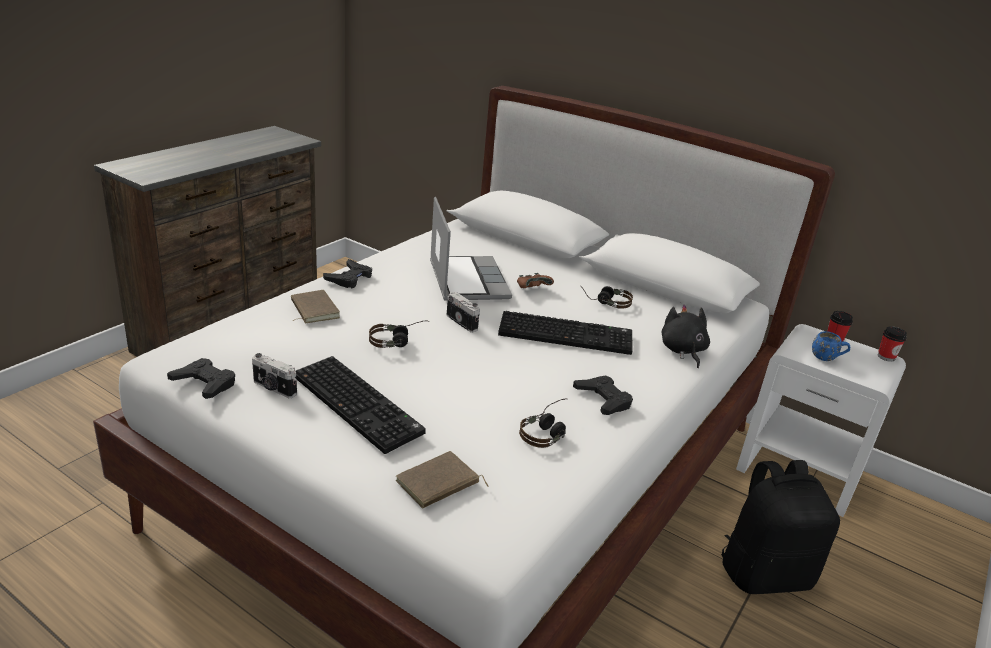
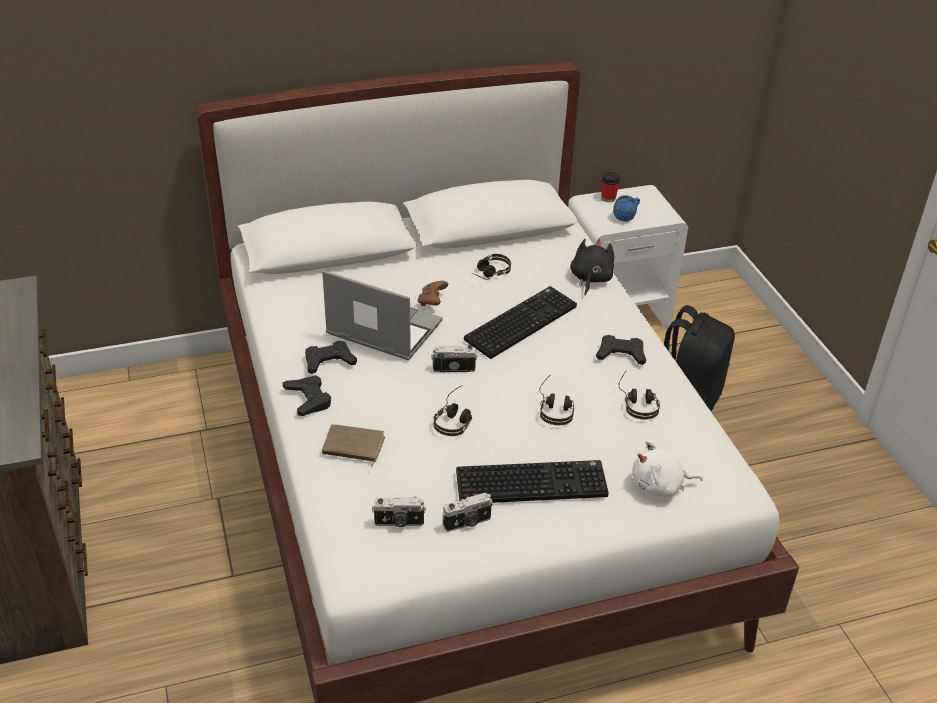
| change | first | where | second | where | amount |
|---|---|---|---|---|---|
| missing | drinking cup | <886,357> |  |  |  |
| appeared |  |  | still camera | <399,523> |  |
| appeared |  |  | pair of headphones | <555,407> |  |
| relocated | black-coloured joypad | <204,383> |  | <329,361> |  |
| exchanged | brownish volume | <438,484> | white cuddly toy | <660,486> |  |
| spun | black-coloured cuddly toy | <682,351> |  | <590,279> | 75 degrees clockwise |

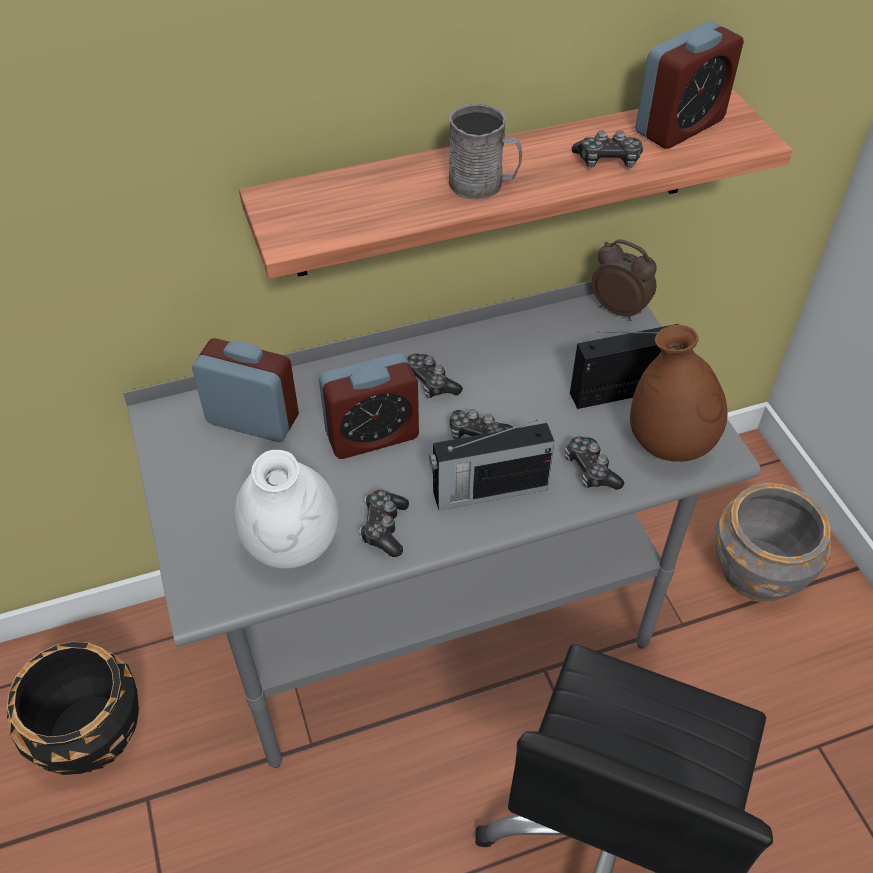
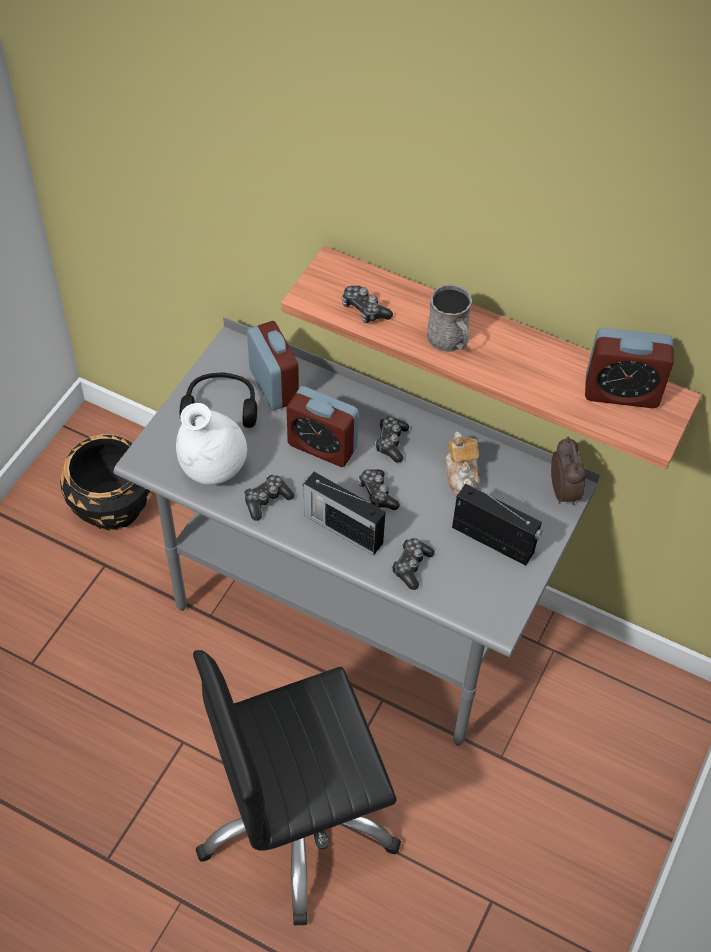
| change | first | where | second | where | amount |
|---|---|---|---|---|---|
| missing | brownish vase | <669,445> |  |  |  |
| missing | greyish planter | <758,571> |  |  |  |
| appeared |  |  | black-coloured pair of headphones | <221,406> |  |
| appeared |  |  | tea pot | <462,475> |  |
| relocated | joypad | <607,161> |  | <364,310> |  |

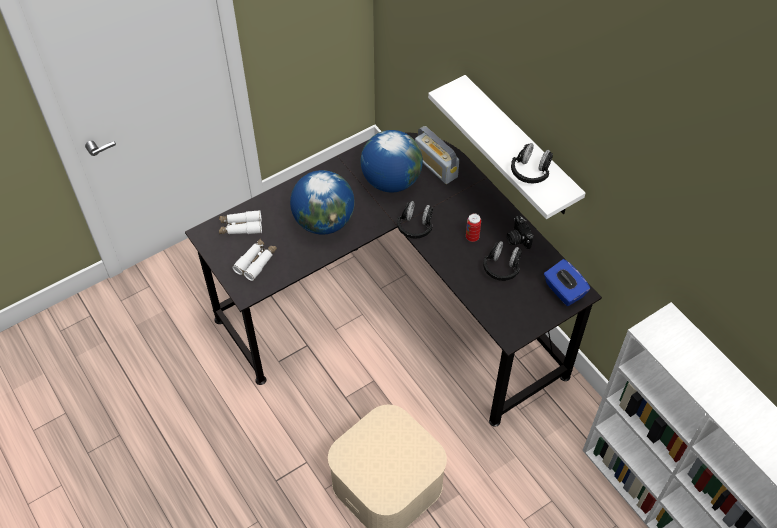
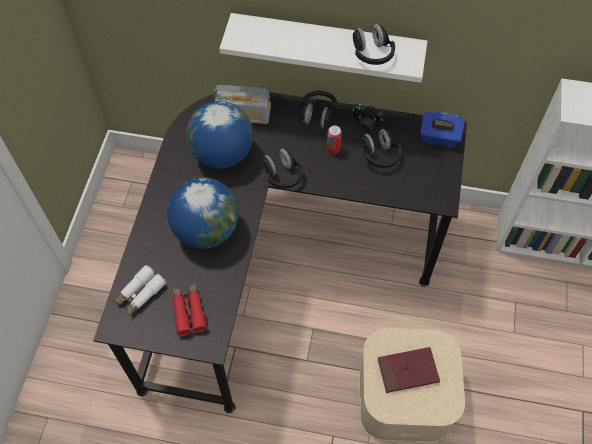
| change | first | where | second | where | amount |
|---|---|---|---|---|---|
| appeared |  |  | black-coloured pair of headphones | <318,114> |  |
| appeared |  |  | reddish volume | <407,371> |  |
| colour | white pair of binoculars | <256,262> | reddish pair of binoculars | <189,311> |  |

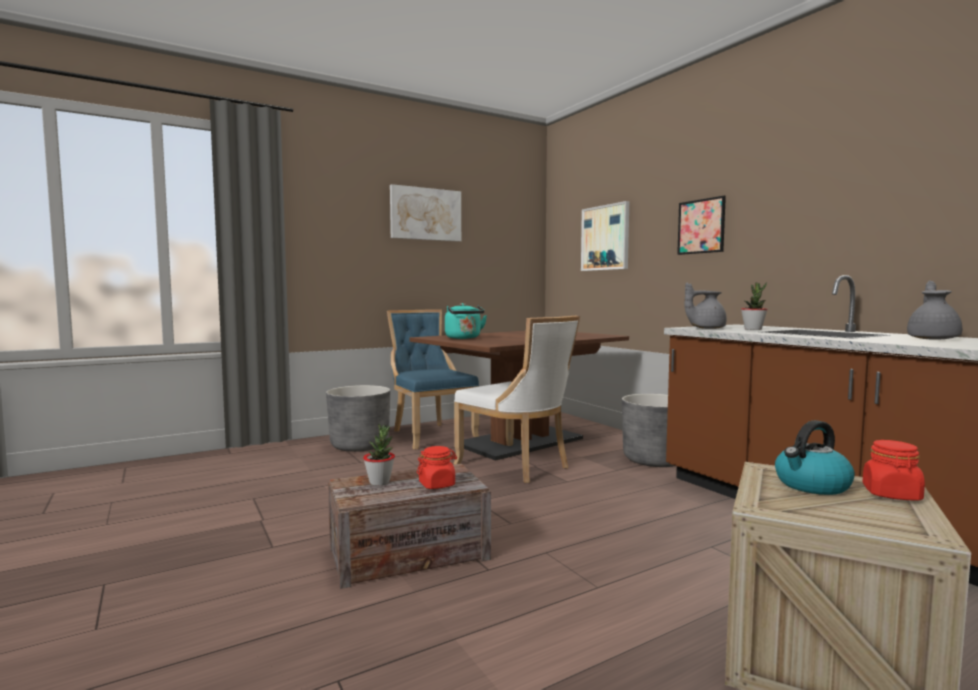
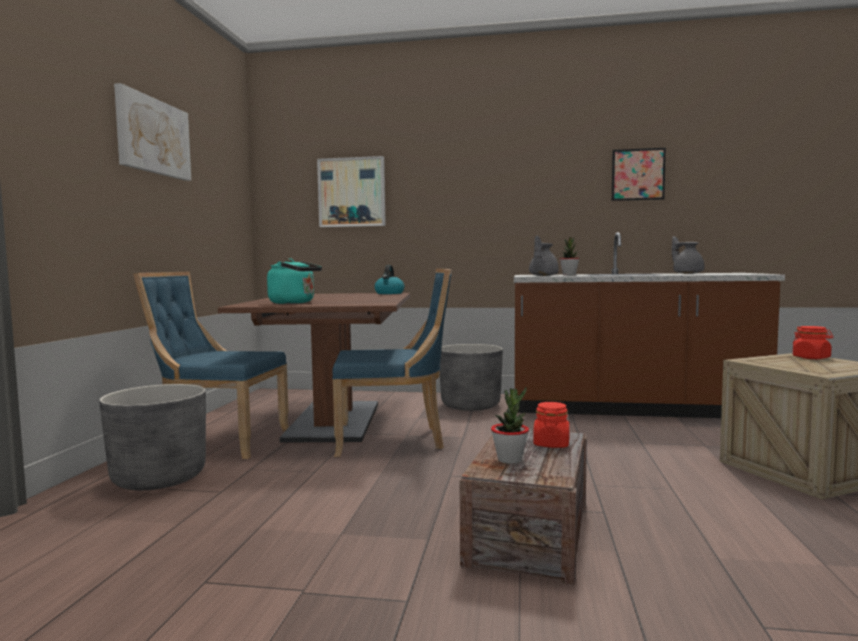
| change | first | where | second | where | amount |
|---|---|---|---|---|---|
| relocated | wall art | <701,226> |  | <638,174> |  |
| relocated | kettle | <812,485> |  | <389,293> |  |
| colour | white plain chair | <517,466> | blue-coloured plain chair | <394,440> |  |

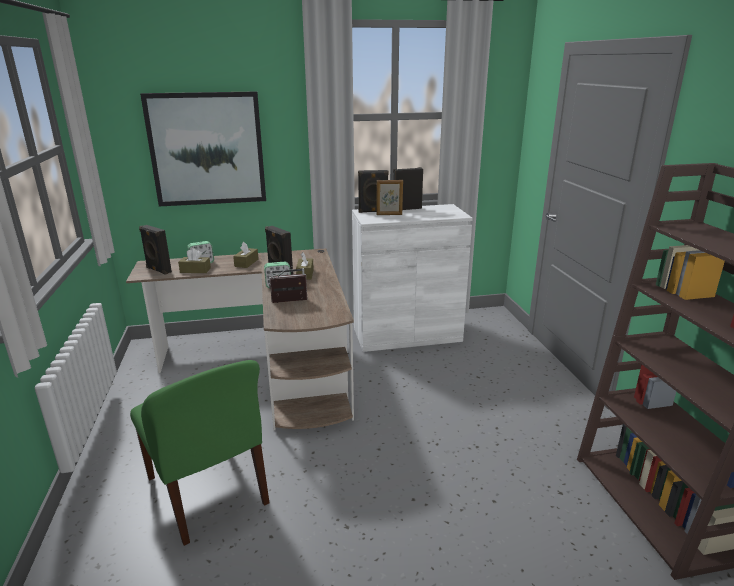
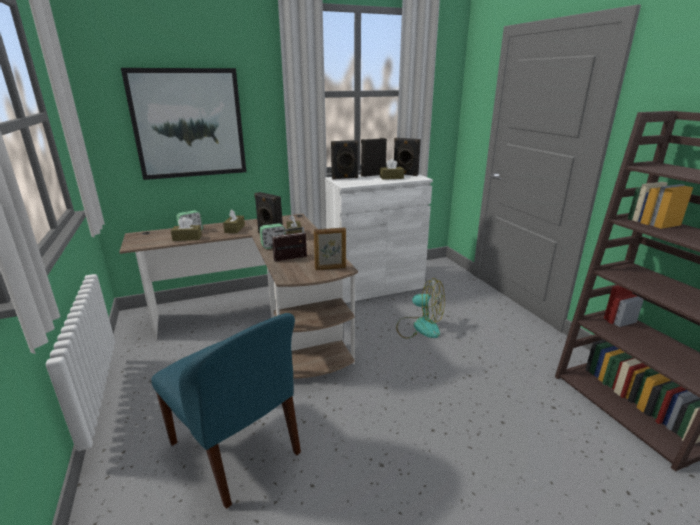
| change | first | where | second | where | amount |
|---|---|---|---|---|---|
| appeared |  |  | brownish tissue box | <391,178> |  |
| appeared |  |  | electric fan | <419,327> |  |
| relocated | black-coloured audio speaker | <158,270> |  | <405,174> |  |
| relocated | picture frame | <389,214> |  | <330,268> |  |
| colour | green plain chair | <208,492> | blue-coloured plain chair | <236,450> |  |

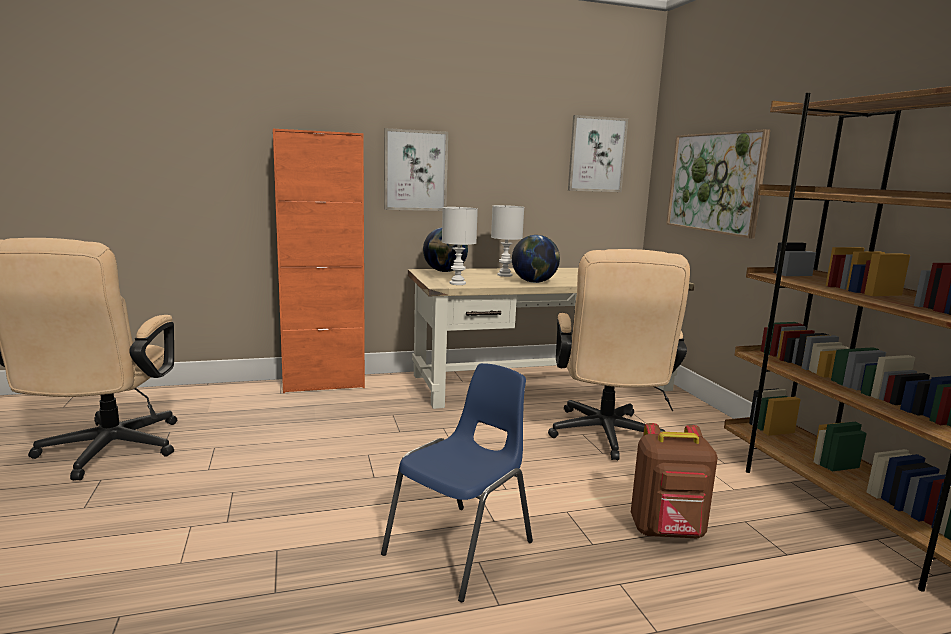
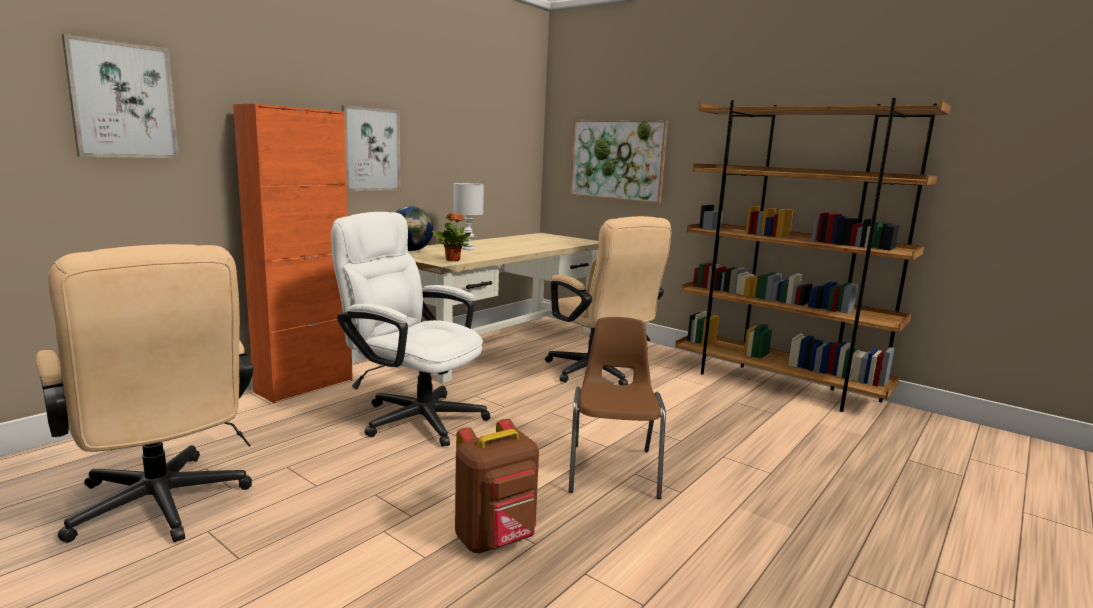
| change | first | where | second | where | amount |
|---|---|---|---|---|---|
| missing | globe | <534,282> |  |  |  |
| appeared |  |  | white computer chair | <413,416> |  |
| relocated | wall art | <596,154> |  | <123,101> |  |
| relocated | brownish rucksack | <667,532> |  | <496,540> |  |
| exchanged | white tabletop lamp | <458,283> | houseplant | <452,260> |  |
| colour | blue-coloured plain chair | <462,548> | brownish plain chair | <613,469> |  |

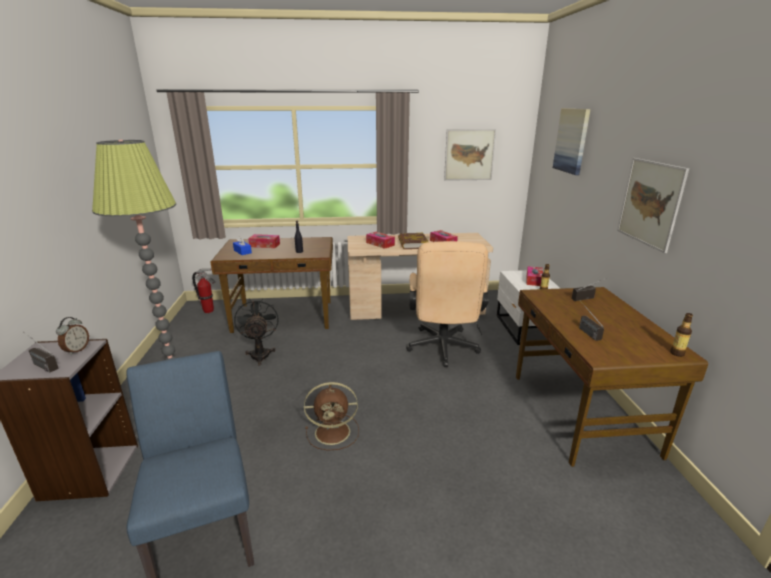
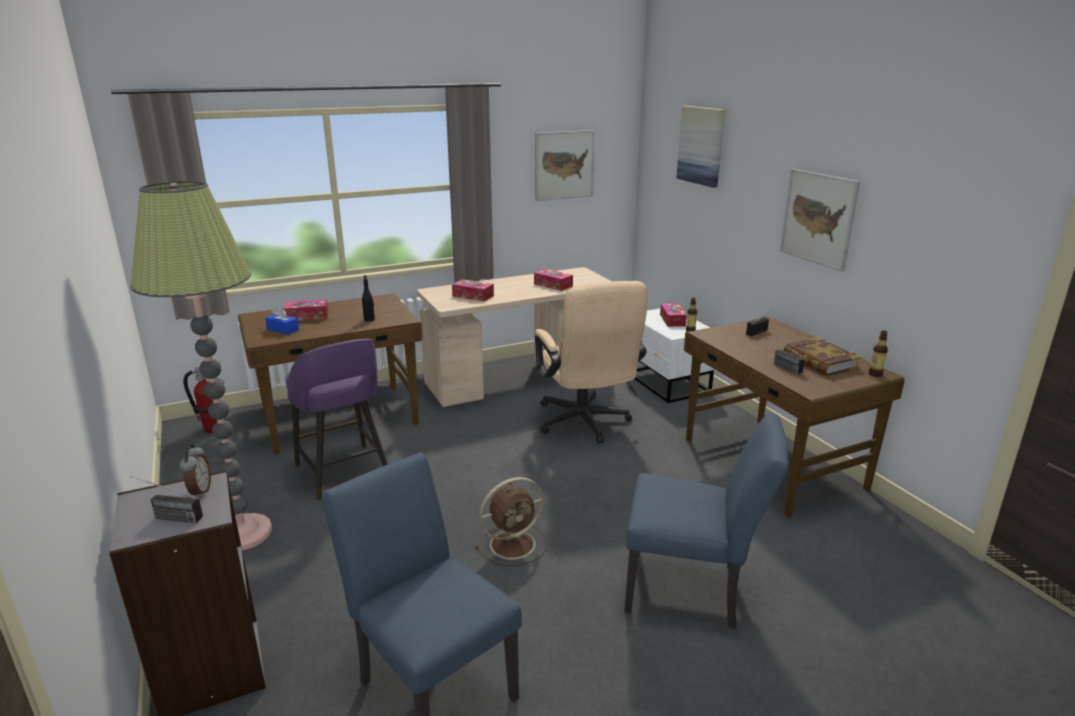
| change | first | where | second | where | amount |
|---|---|---|---|---|---|
| appeared |  |  | blue-coloured plain chair | <692,591> |  |
| relocated | volume | <412,244> |  | <819,362> |  |
| exchanged | black-coloured electric fan | <260,353> | purple-coloured stool | <343,473> |  |

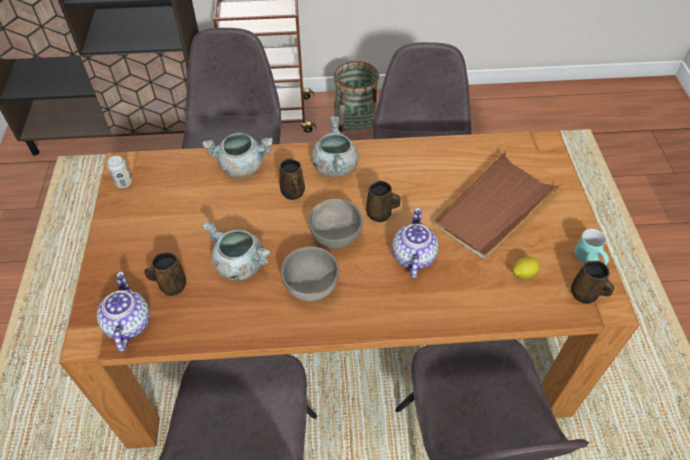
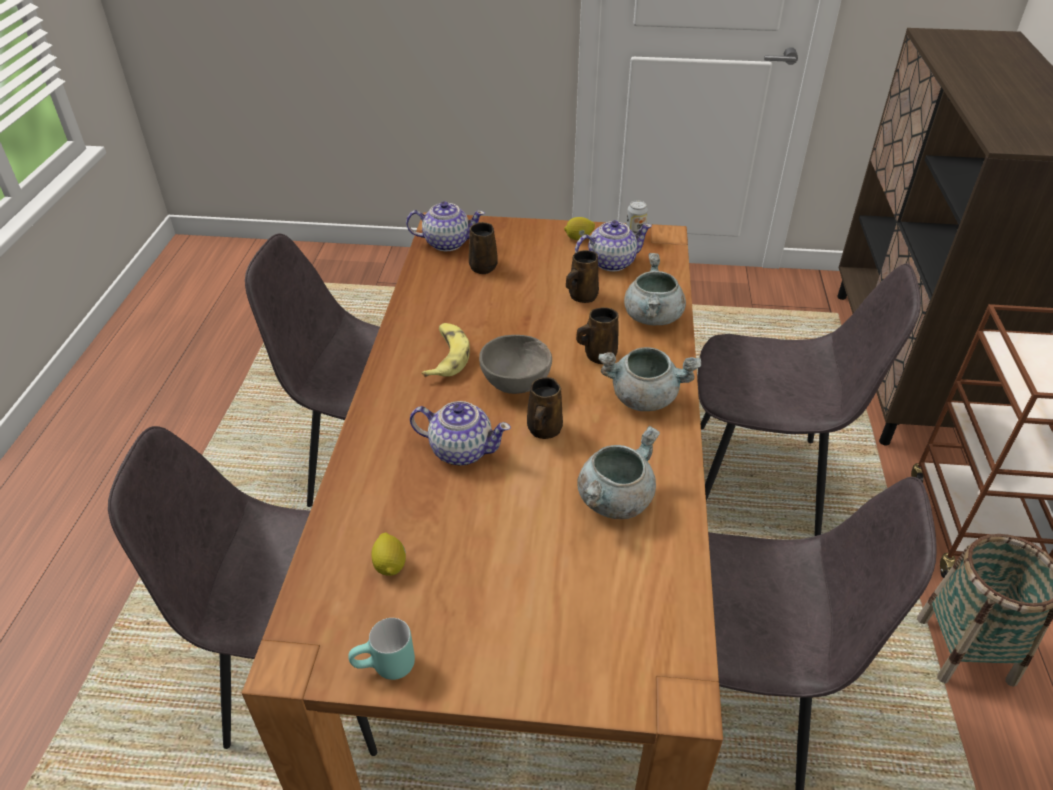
| change | first | where | second | where | amount |
|---|---|---|---|---|---|
| missing | brownish carrying tray | <494,208> |  |  |  |
| appeared |  |  | citrus fruit | <579,238> |  |
| appeared |  |  | tea pot | <610,262> |  |
| relocated | greyish stockpot | <239,265> |  | <614,499> |  |
| relocated | brownish mug | <585,294> |  | <581,296> |  |
| exchanged | greyish deep dish | <310,287> | whole banana | <446,356> |  |

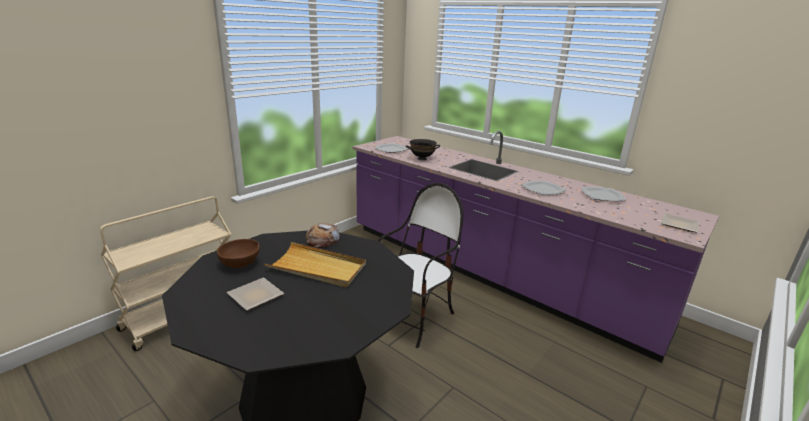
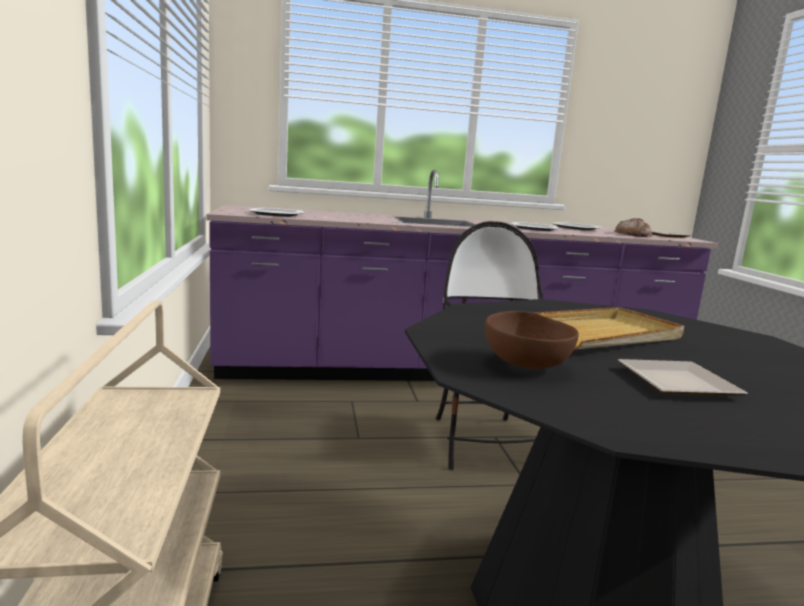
| change | first | where | second | where | amount |
|---|---|---|---|---|---|
| missing | black-coloured deep dish | <422,158> |  |  |  |
| relocated | baked bread | <322,240> |  | <633,235> |  |

